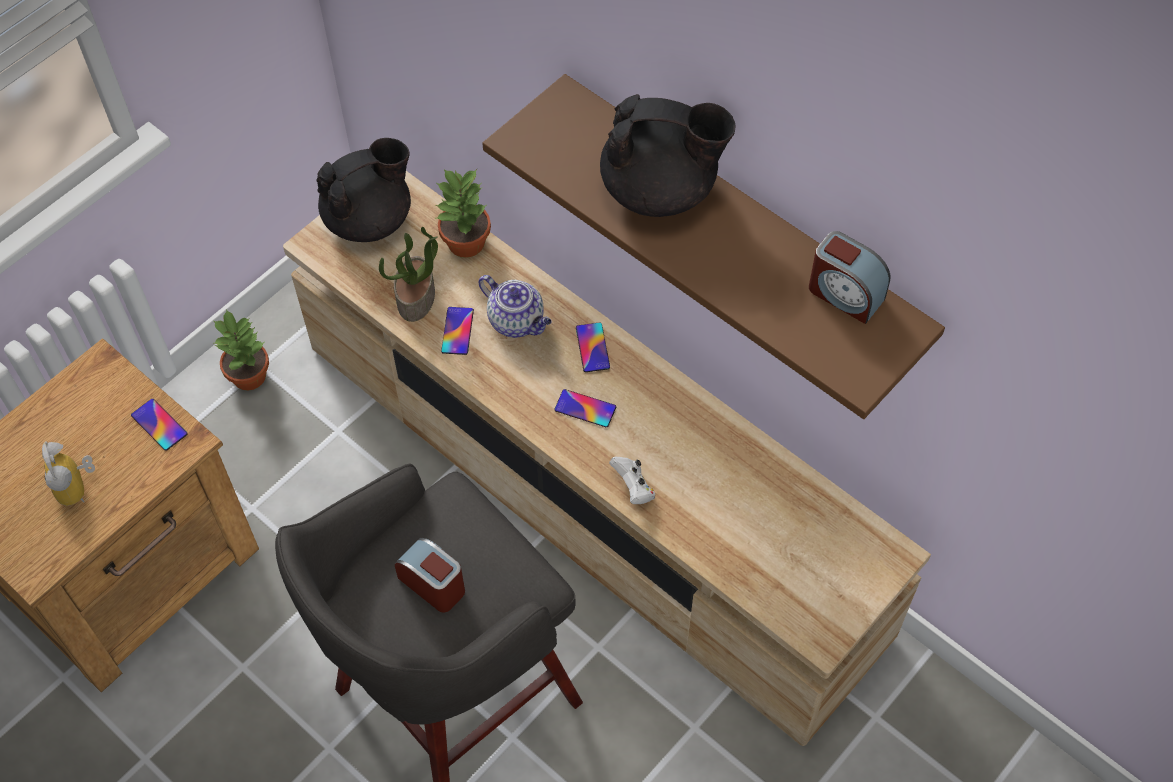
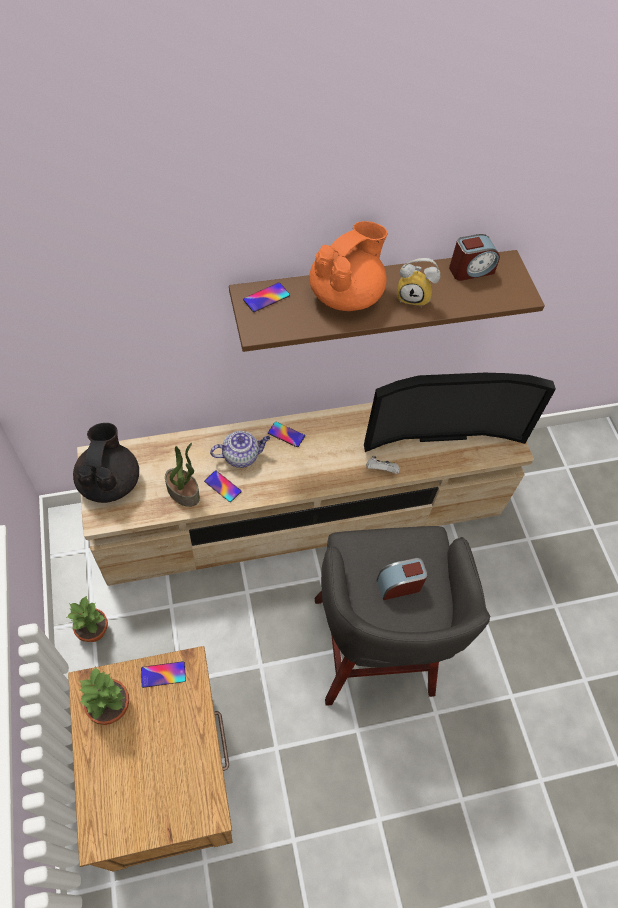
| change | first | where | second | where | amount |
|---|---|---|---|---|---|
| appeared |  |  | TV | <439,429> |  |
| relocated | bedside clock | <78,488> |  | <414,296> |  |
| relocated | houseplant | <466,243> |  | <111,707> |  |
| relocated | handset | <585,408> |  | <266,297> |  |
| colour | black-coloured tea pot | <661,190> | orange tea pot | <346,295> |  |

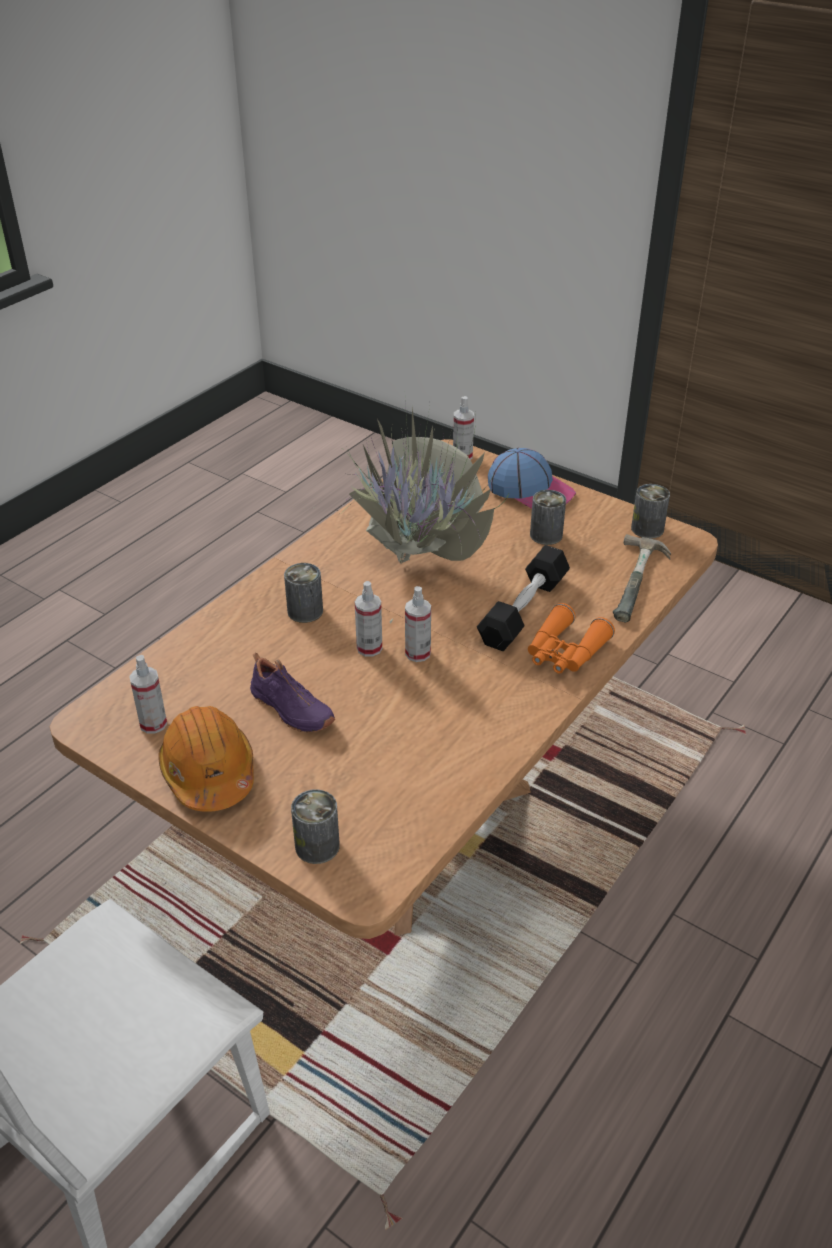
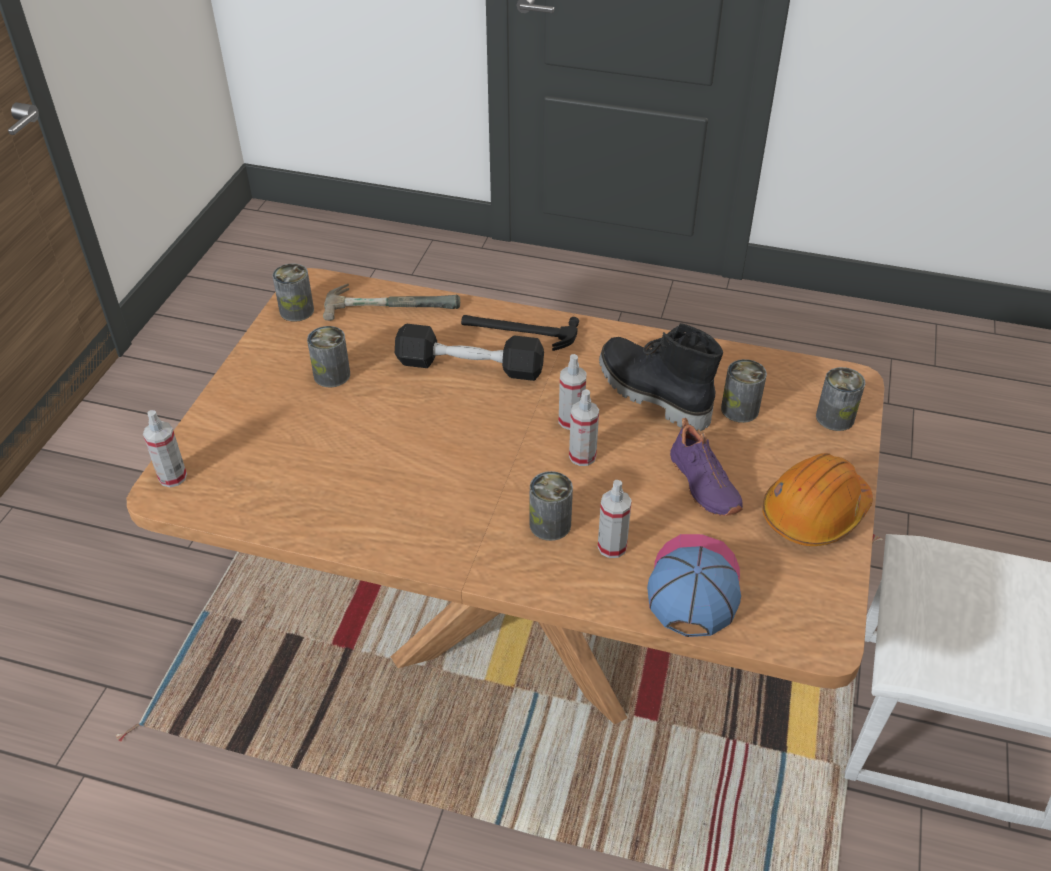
| change | first | where | second | where | amount |
|---|---|---|---|---|---|
| missing | houseplant | <420,562> |  |  |  |
| appeared |  |  | black-coloured high-top boot | <651,395> |  |
| appeared |  |  | sealed can | <740,409> |  |
| relocated | spray bottle | <153,724> |  | <612,546> |  |
| relocated | cap | <531,490> |  | <693,586> |  |
| exchanged | orange pair of binoculars | <565,652> | hammer | <518,331> |  |
| spun | purple-coloured shoe | <290,710> |  | <702,485> | 135 degrees clockwise |

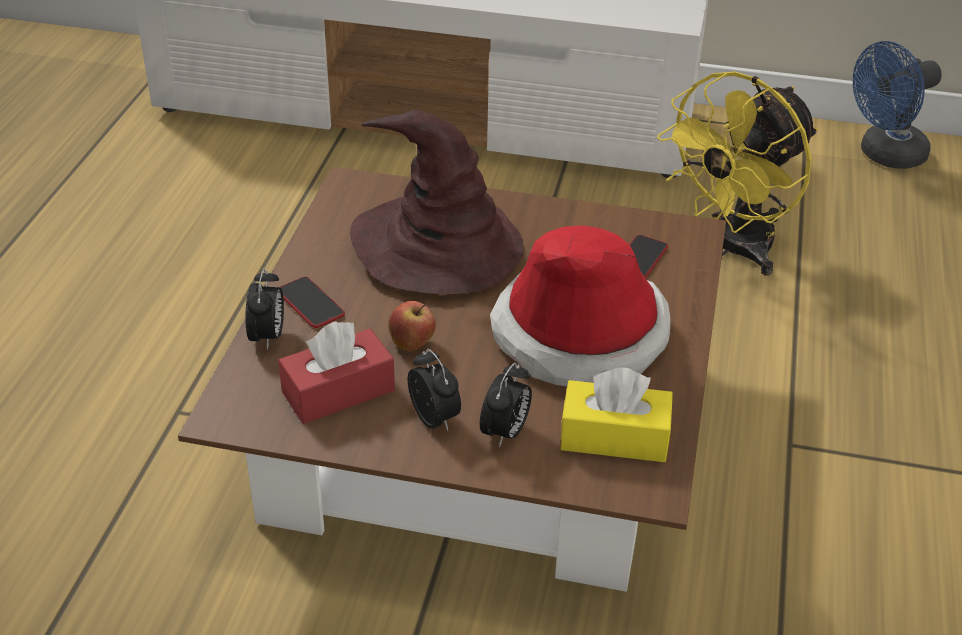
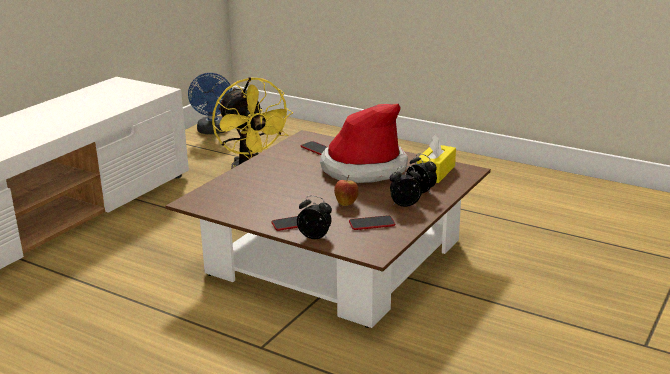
| change | first | where | second | where | amount |
|---|---|---|---|---|---|
| missing | brownish clothing hat | <438,246> |  |  |  |
| exchanged | reddish tissue box | <338,391> | handset | <372,224> |  |

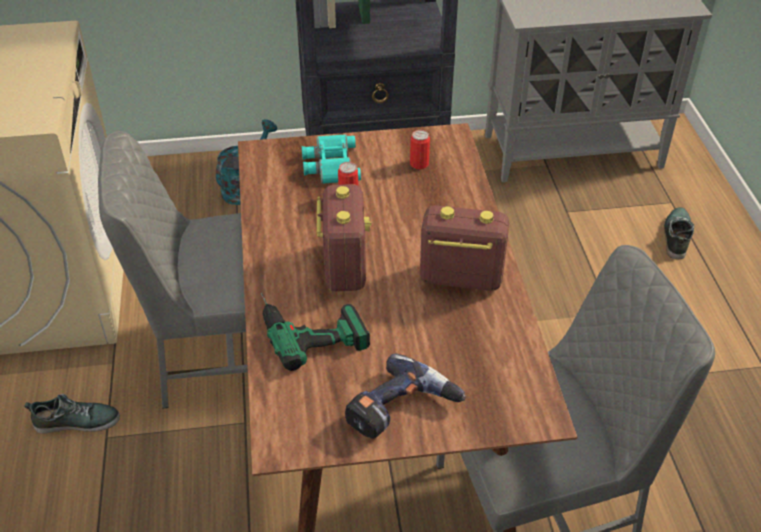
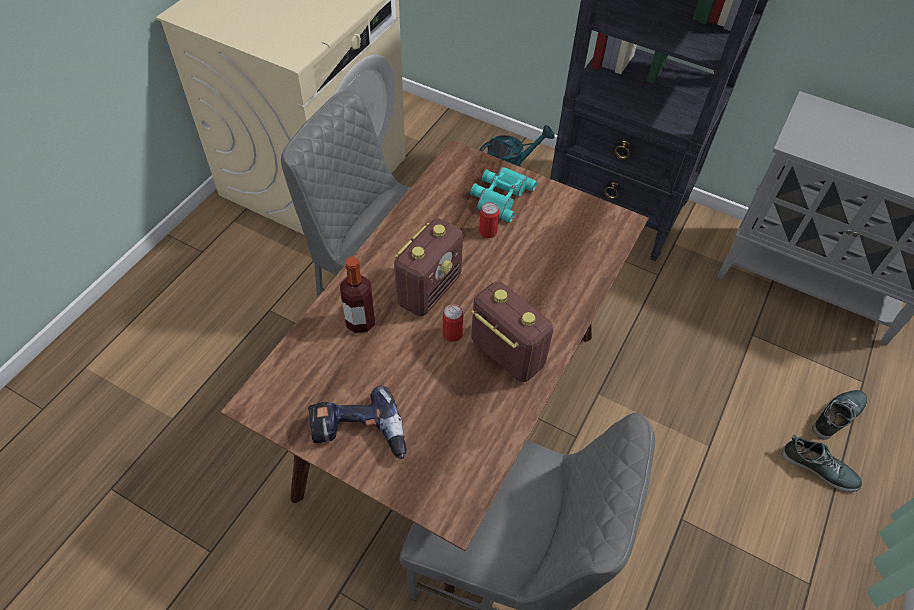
| change | first | where | second | where | amount |
|---|---|---|---|---|---|
| relocated | shoe | <77,421> |  | <819,467> |  |
| relocated | sealed can | <419,164> |  | <452,334> |  |
| exchanged | drill | <309,325> | bottle | <360,322> |  |

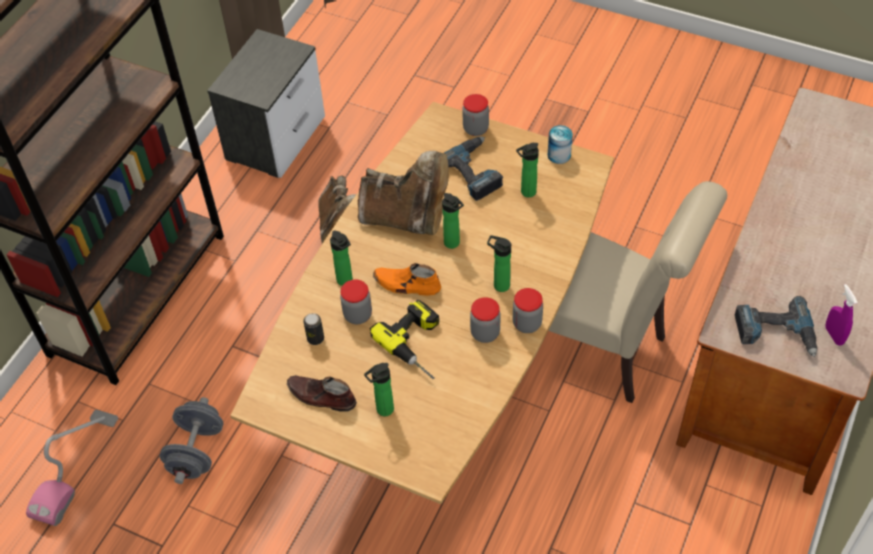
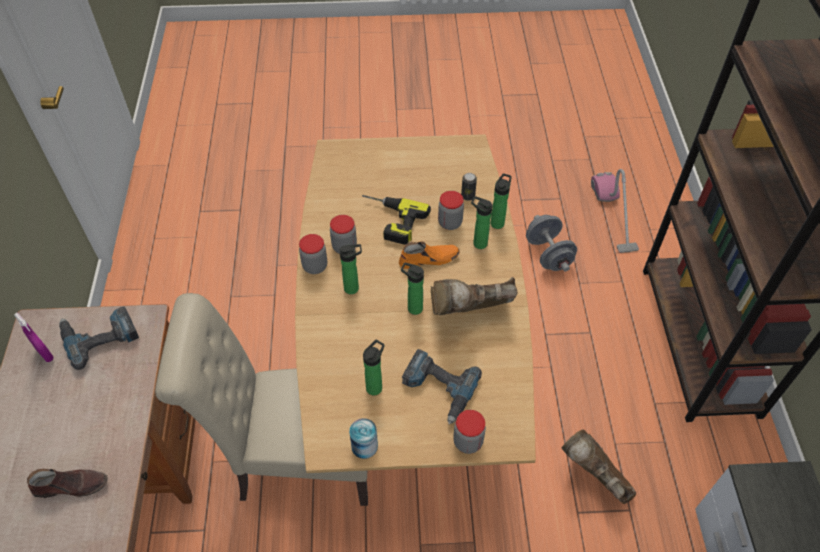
| change | first | where | second | where | amount |
|---|---|---|---|---|---|
| relocated | brownish shoe | <321,396> |  | <71,485> |  |
| relocated | bottle | <382,410> |  | <498,222> |  |

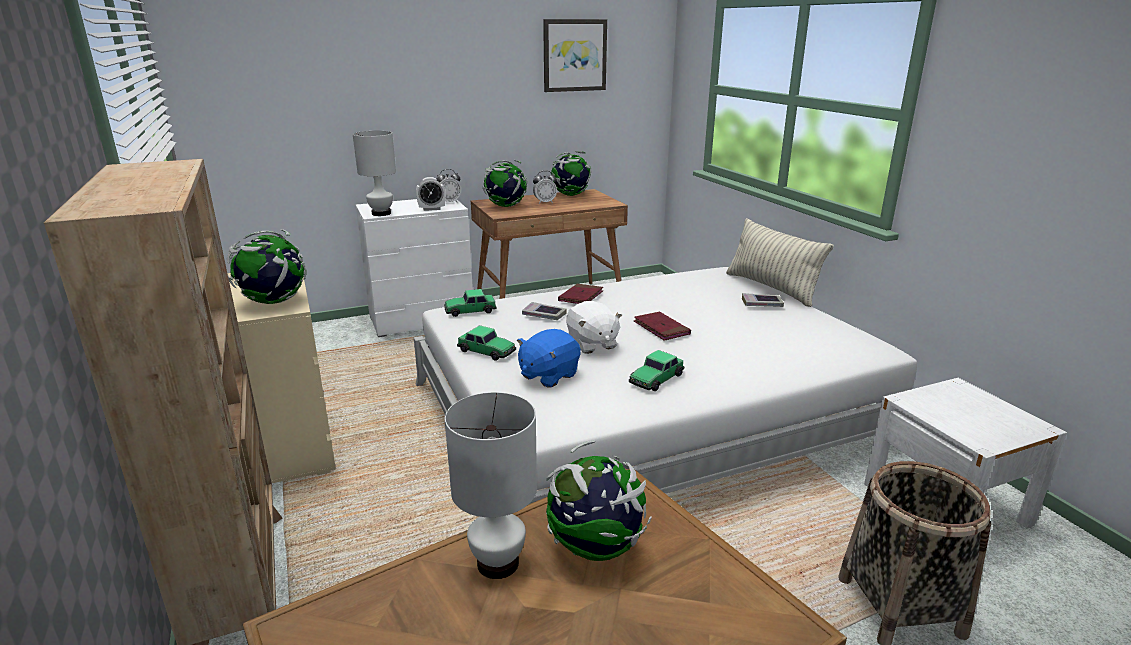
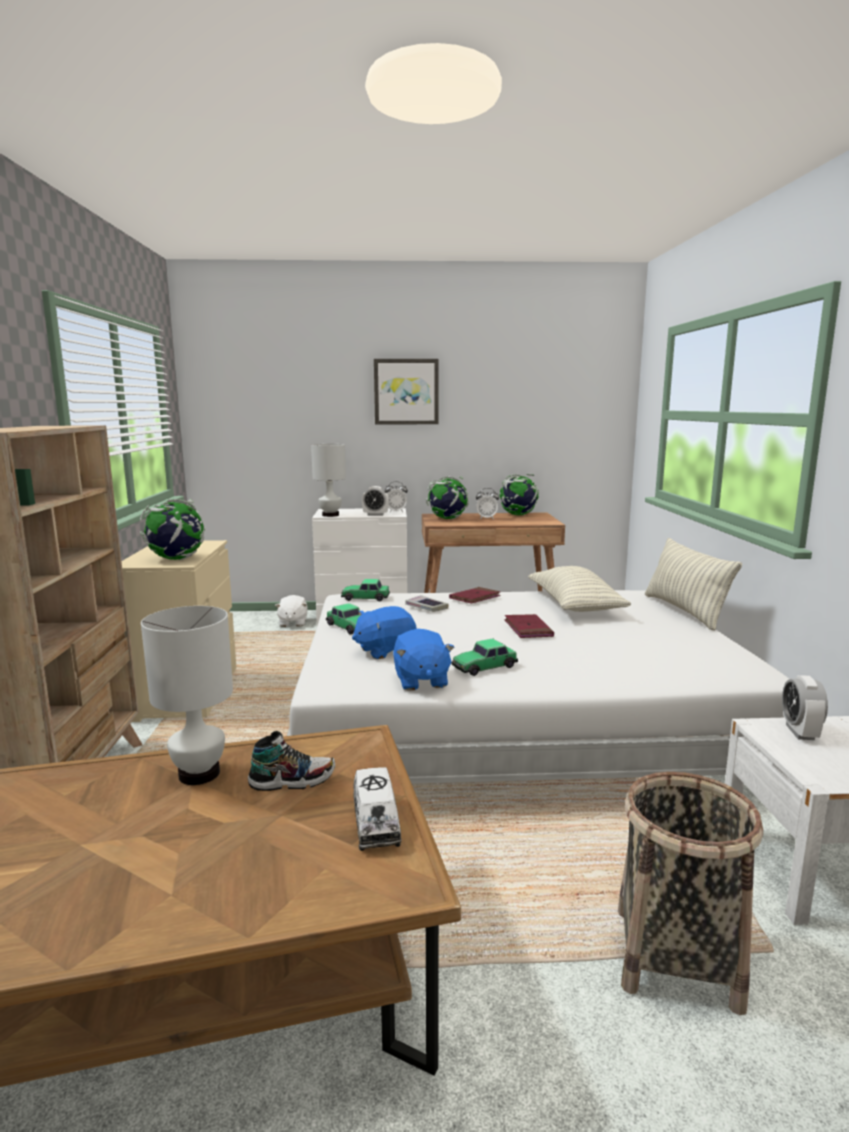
| change | first | where | second | where | amount |
|---|---|---|---|---|---|
| missing | volume | <762,304> |  |  |  |
| appeared |  |  | toy lorry | <376,823> |  |
| appeared |  |  | blue-coloured cuddly toy | <420,681> |  |
| appeared |  |  | cushion | <574,606> |  |
| appeared |  |  | bedside clock | <800,732> |  |
| relocated | wall art | <574,55> |  | <406,391> |  |
| relocated | white cuddly toy | <591,344> |  | <292,623> |  |
| exchanged | globe | <596,548> | shoe | <292,781> |  |

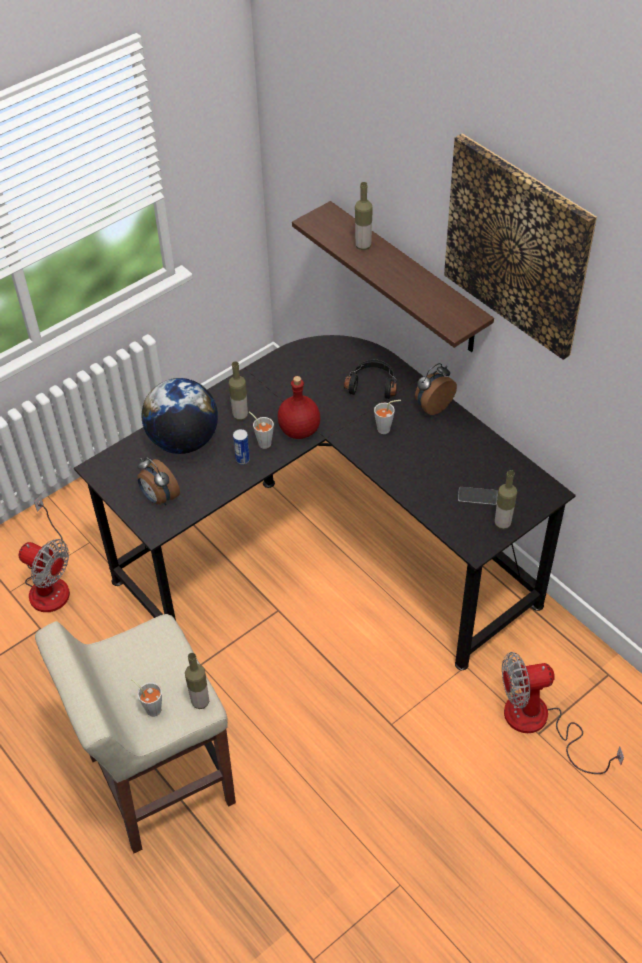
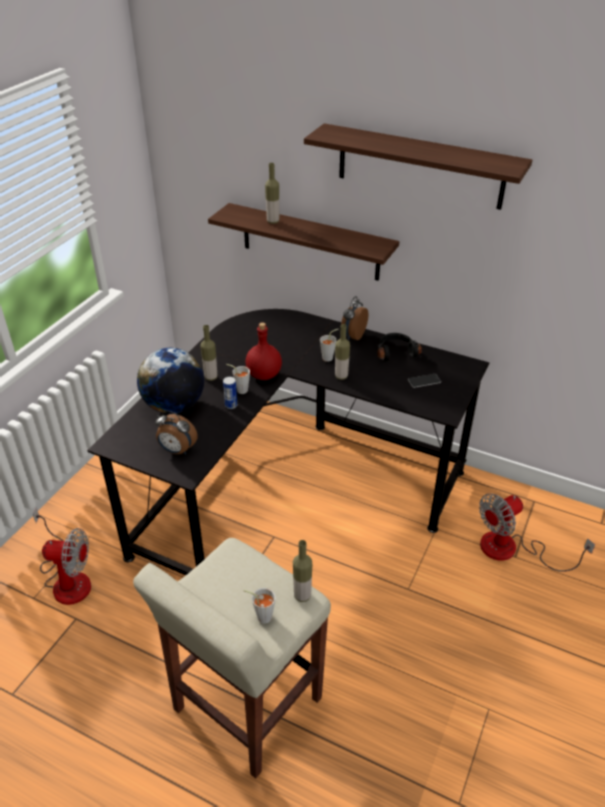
| change | first | where | second | where | amount |
|---|---|---|---|---|---|
| relocated | black-coloured pair of headphones | <372,385> |  | <395,352> |  |
| relocated | bottle | <502,523> |  | <341,376> |  |
| exchanged | wall art | <517,246> | shelf | <420,166> |  |

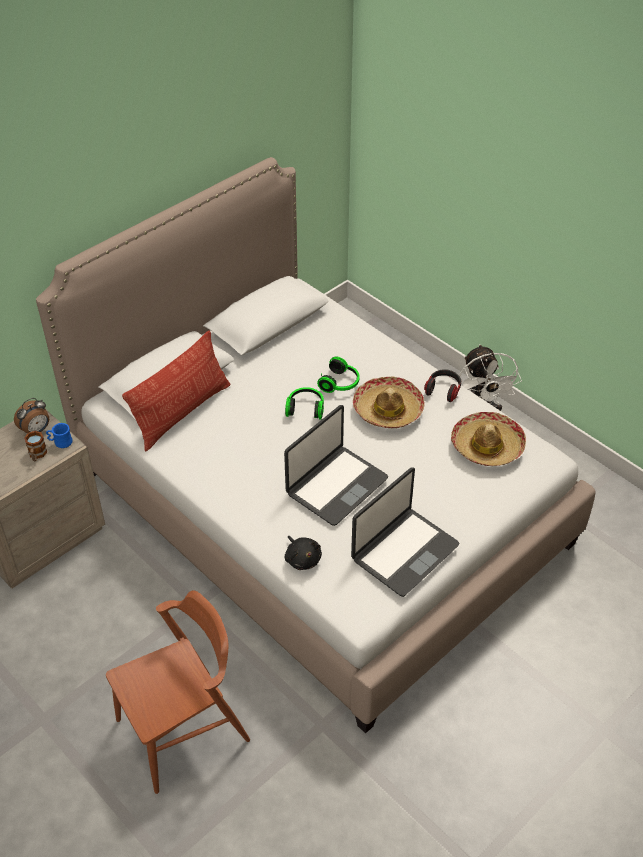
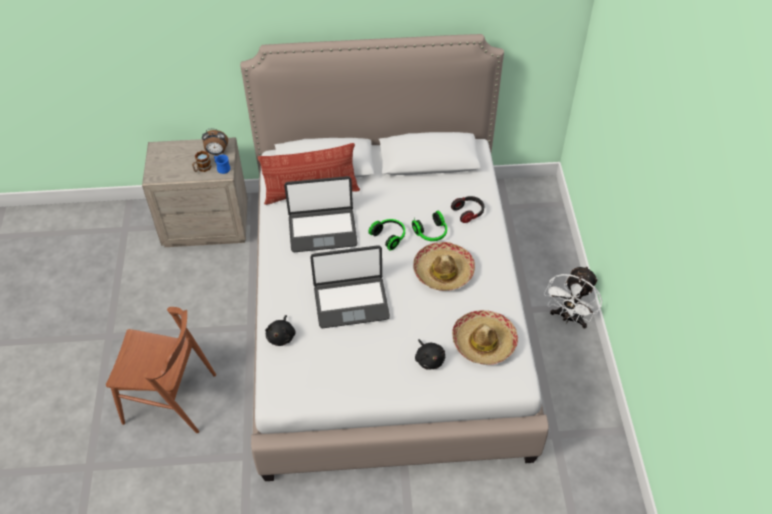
| change | first | where | second | where | amount |
|---|---|---|---|---|---|
| appeared |  |  | black-coloured cuddly toy | <429,359> |  |
| relocated | laptop | <404,552> |  | <322,230> |  |
| relocated | pair of headphones | <443,390> |  | <468,213> |  |

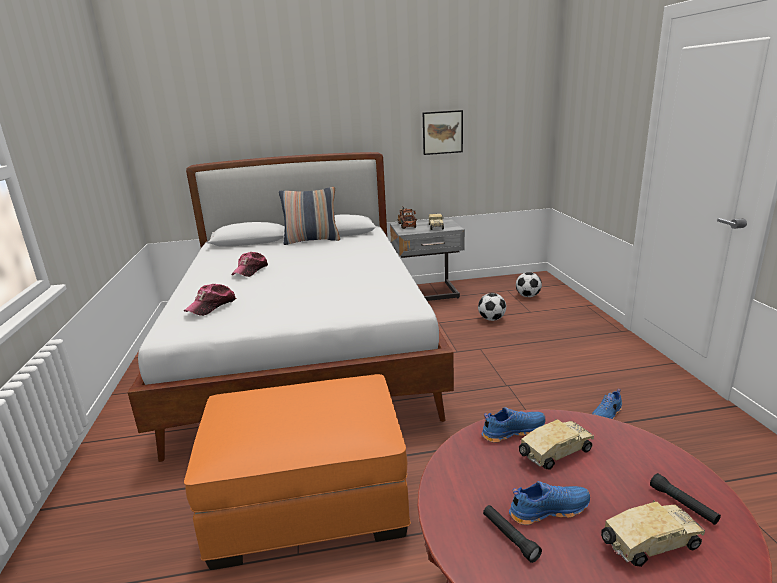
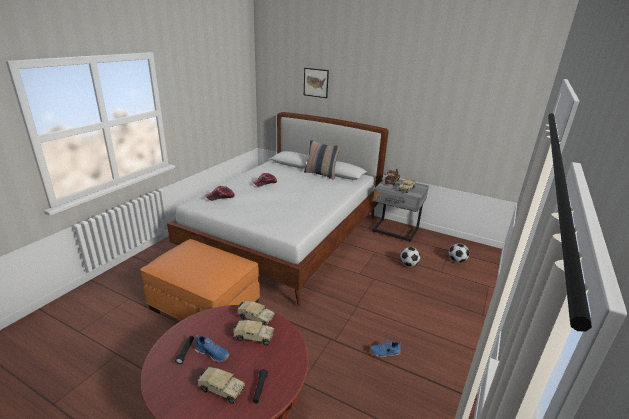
| change | first | where | second | where | amount |
|---|---|---|---|---|---|
| relocated | wall art | <442,132> |  | <316,82> |  |
| exchanged | blue-coloured shoe | <512,431> | toy lorry | <255,318> |  |

